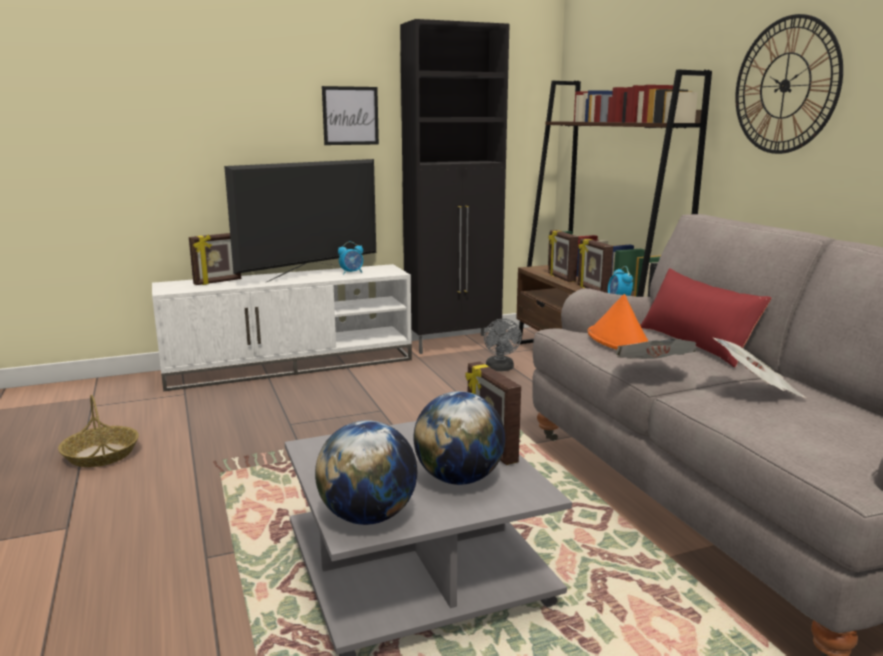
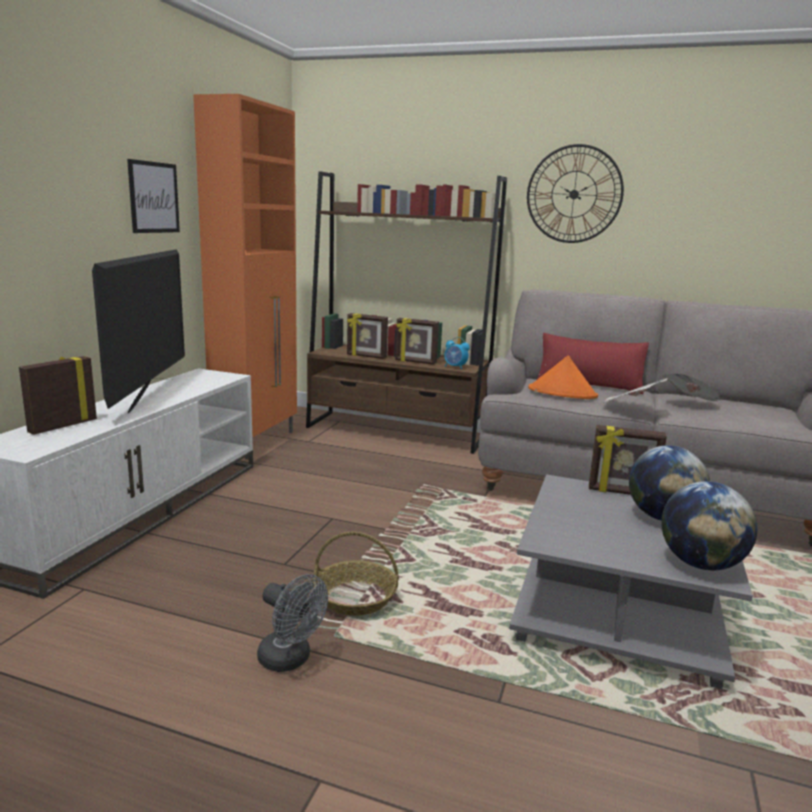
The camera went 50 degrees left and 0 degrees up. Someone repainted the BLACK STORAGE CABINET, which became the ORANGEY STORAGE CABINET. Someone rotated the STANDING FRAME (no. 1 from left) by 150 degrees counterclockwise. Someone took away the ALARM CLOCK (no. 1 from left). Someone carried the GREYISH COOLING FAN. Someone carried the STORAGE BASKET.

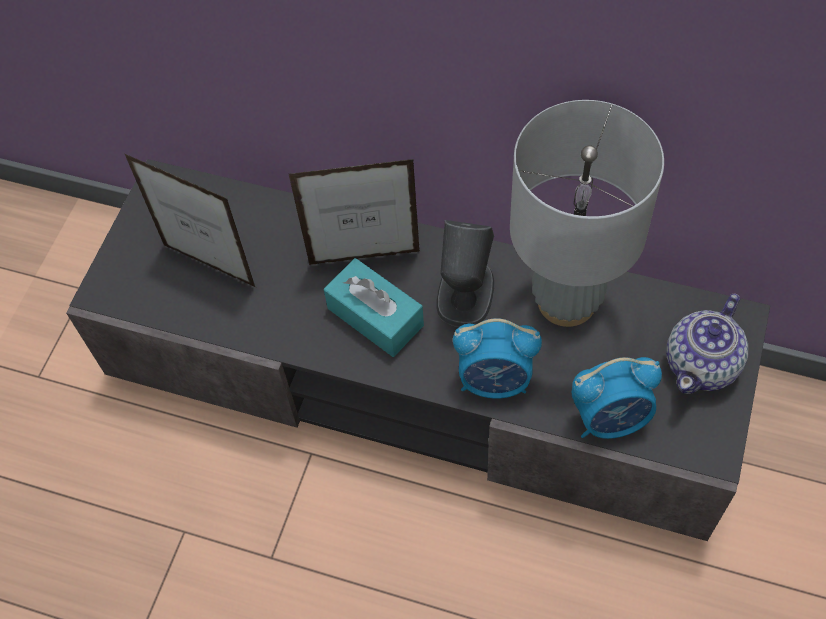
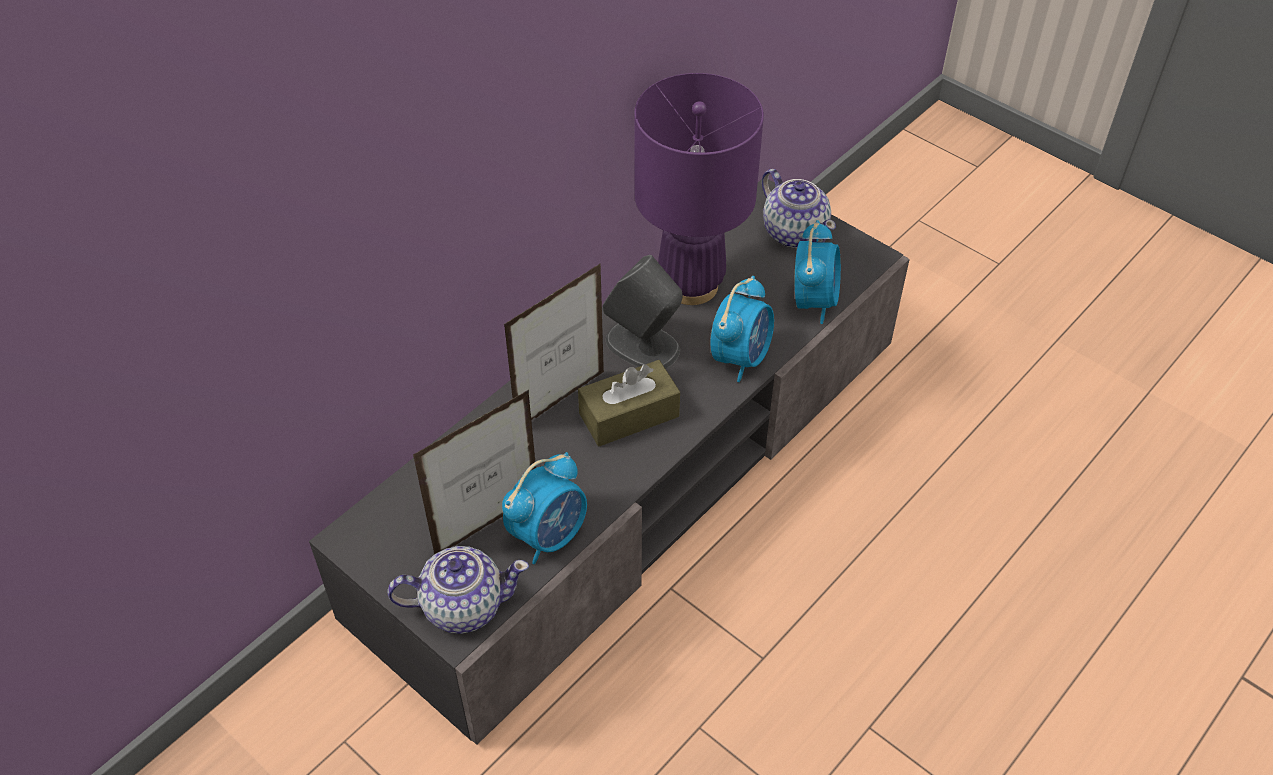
The camera went 70 degrees left and 10 degrees down. Someone repainted the GREYISH TABLE LAMP, which became the PURPLE-COLOURED TABLE LAMP. Someone rotated the STANDING FRAME (no. 2 from left) by 150 degrees counterclockwise. Someone repainted the BLUE-GREEN BOX OF TISSUES, which became the BROWN BOX OF TISSUES. Someone put down the ALARM CLOCK (no. 1 from left). Someone put down the TEA POT (no. 1 from left).

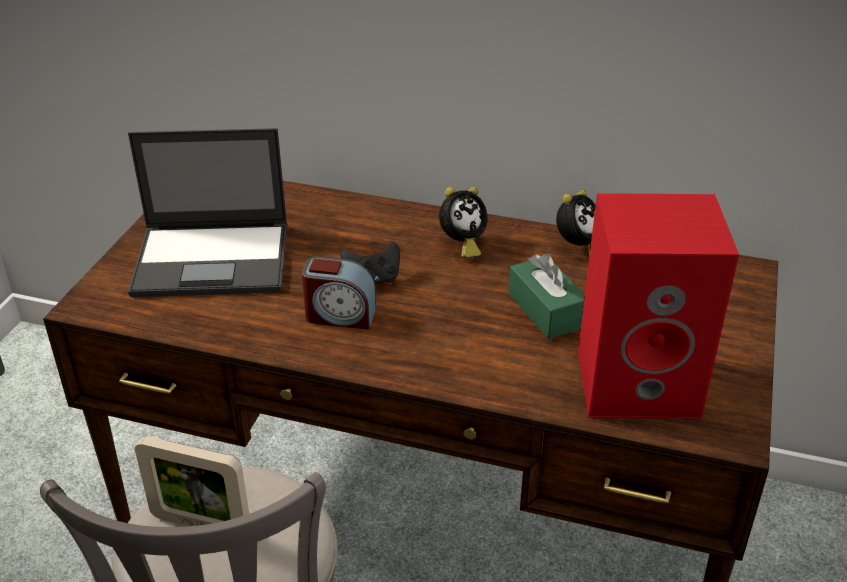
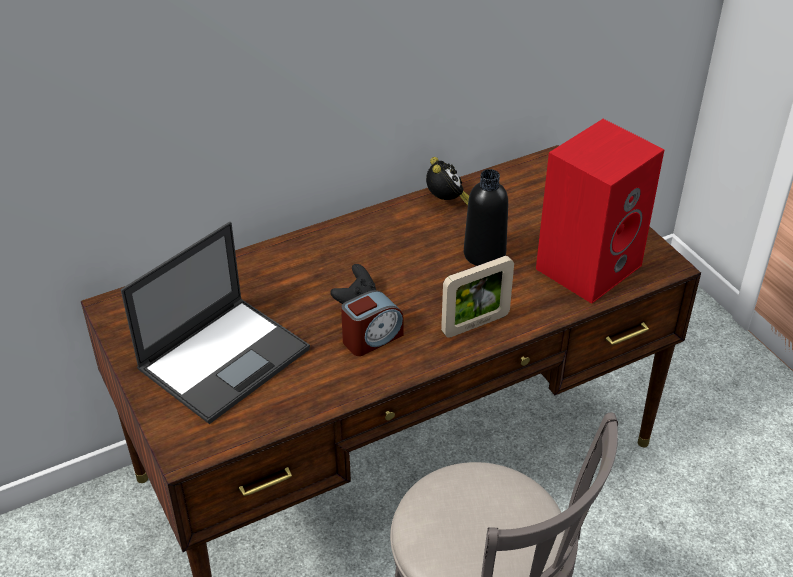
The camera went 45 degrees left and 5 degrees up. Someone took away the ALARM CLOCK (no. 2 from left). Someone swapped the GREEN BOX OF TISSUES for the BLACK DRINK BOTTLE. Someone carried the STANDING FRAME.

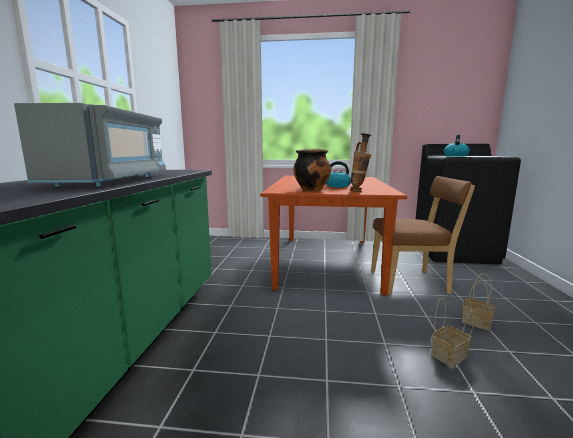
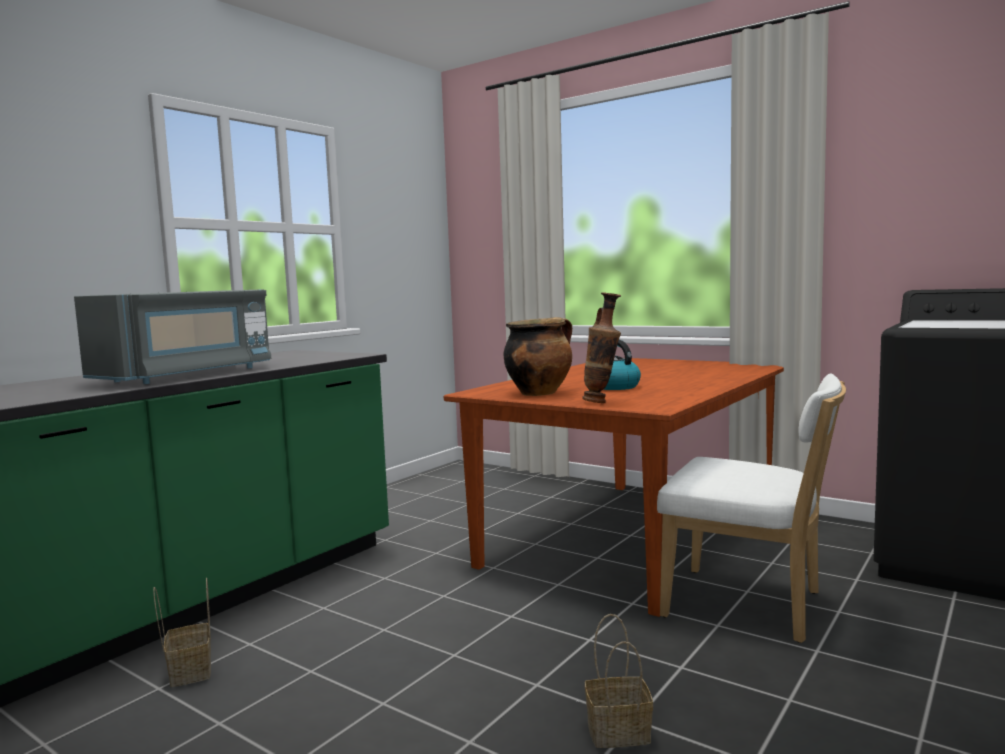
The camera went 30 degrees right and 5 degrees down. Someone took away the WATER KETTLE (no. 2 from left). Someone repainted the BROWN UPRIGHT CHAIR, which became the WHITISH UPRIGHT CHAIR. Someone carried the STORAGE BASKET (no. 2 from left in the first image).

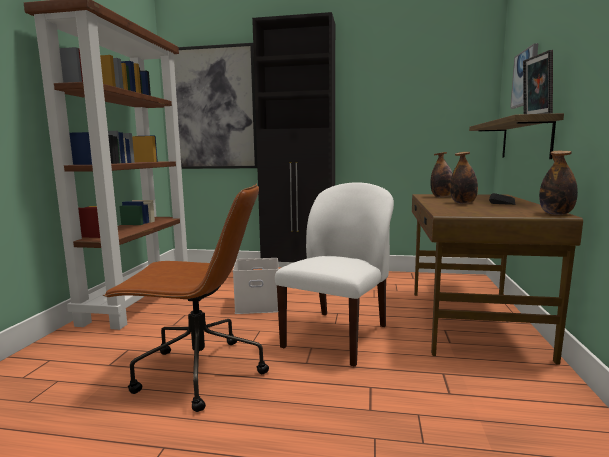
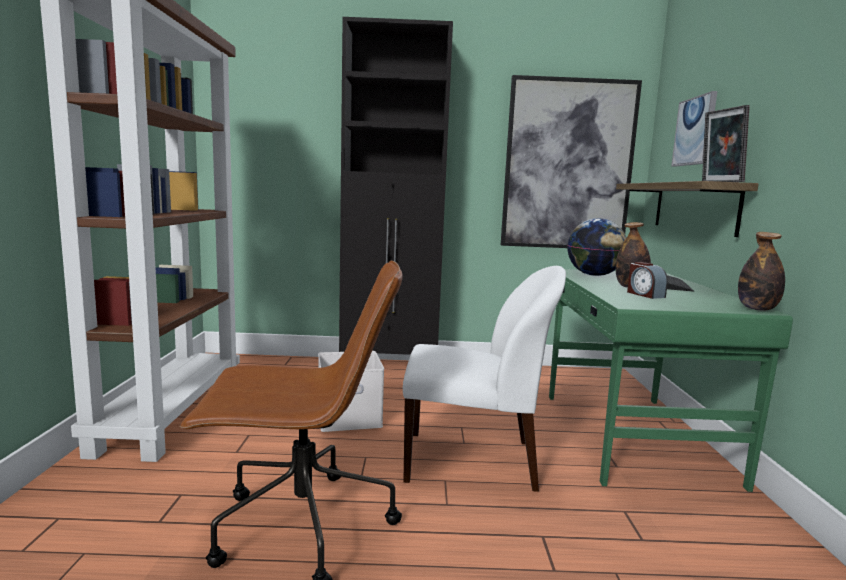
The camera went 10 degrees left and 0 degrees up. Someone carried the WALL PICTURE (no. 1 from left). Someone swapped the DRINK BOTTLE (no. 1 from left) for the DESK GLOBE. Someone rotated the WHITISH UPRIGHT CHAIR by 75 degrees clockwise. Someone repainted the BROWN DESK TABLE, which became the GREEN DESK TABLE. Someone put down the ALARM CLOCK.

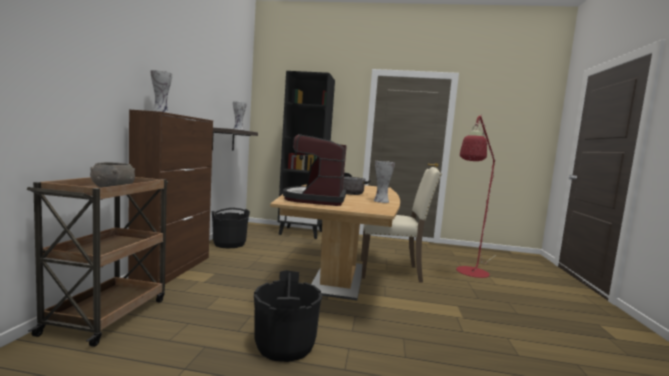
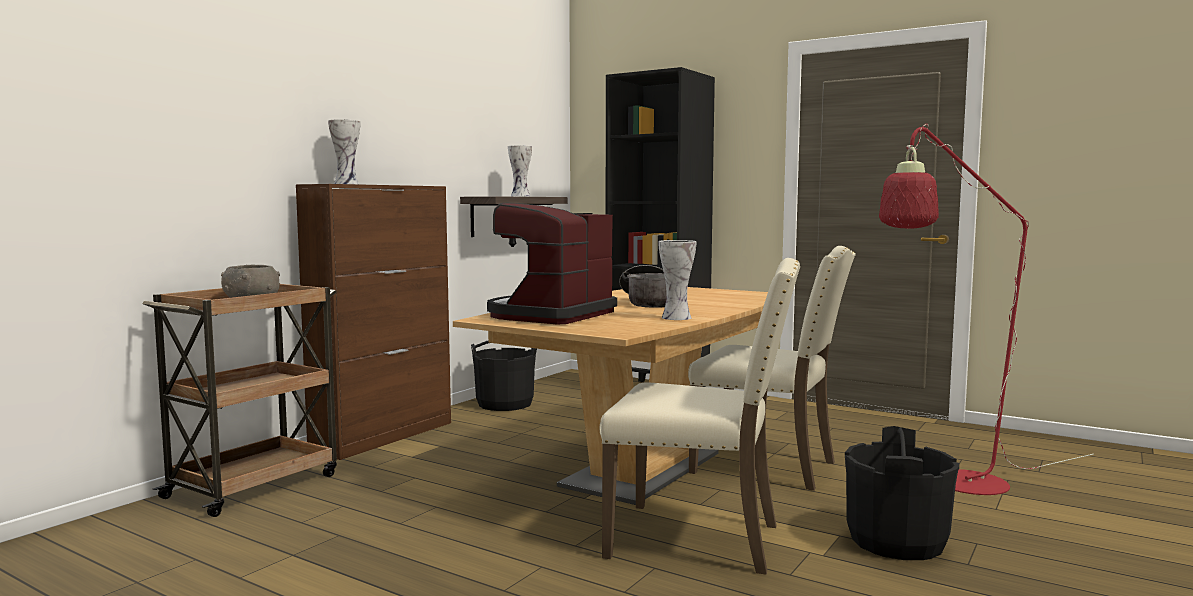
The camera went 25 degrees right and 0 degrees up. Someone carried the BLACK WATER BUCKET (no. 2 from left). Someone put down the SAND-COLOURED UPRIGHT CHAIR (no. 1 from left).

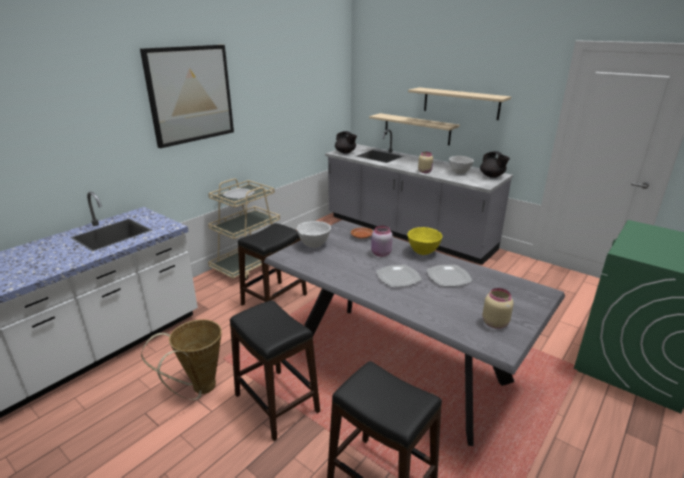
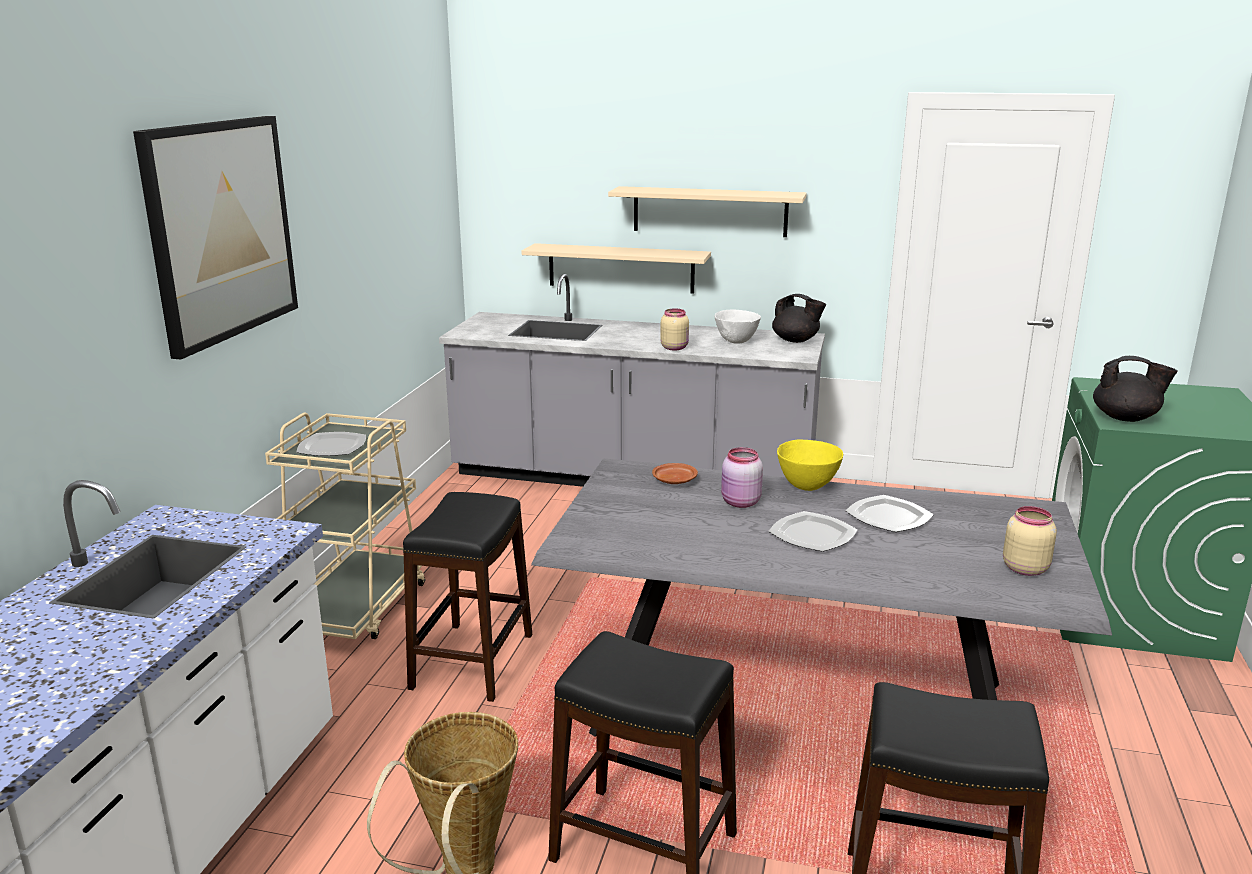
The camera went 25 degrees left and 5 degrees down. Someone carried the BLACK TEA POT (no. 1 from left in the first image). Someone took away the WHITISH BOWL (no. 1 from left).

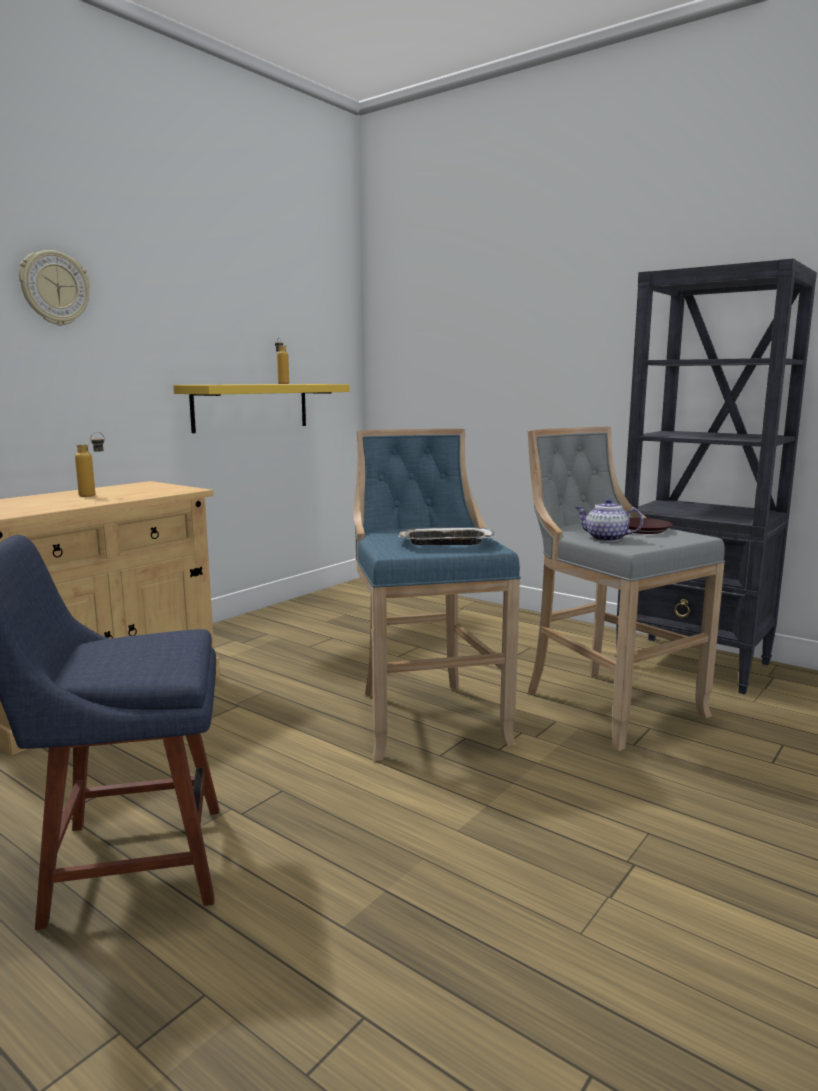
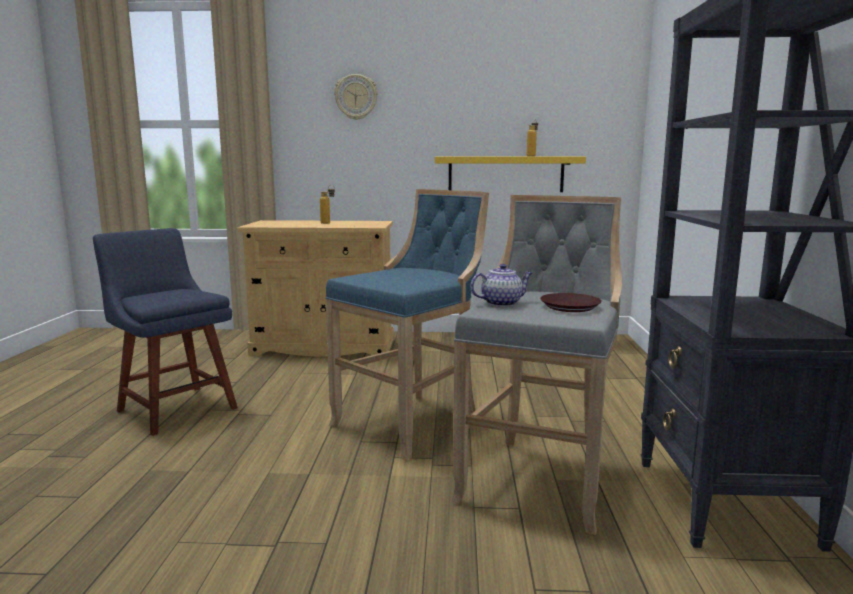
The camera went 55 degrees right and 0 degrees up. Someone rotated the TEA POT by 75 degrees clockwise. Someone took away the TRAY.

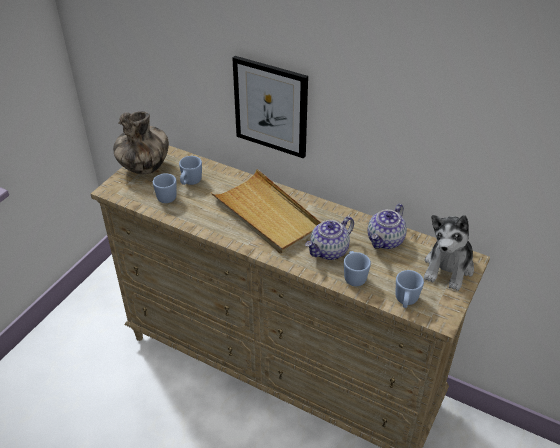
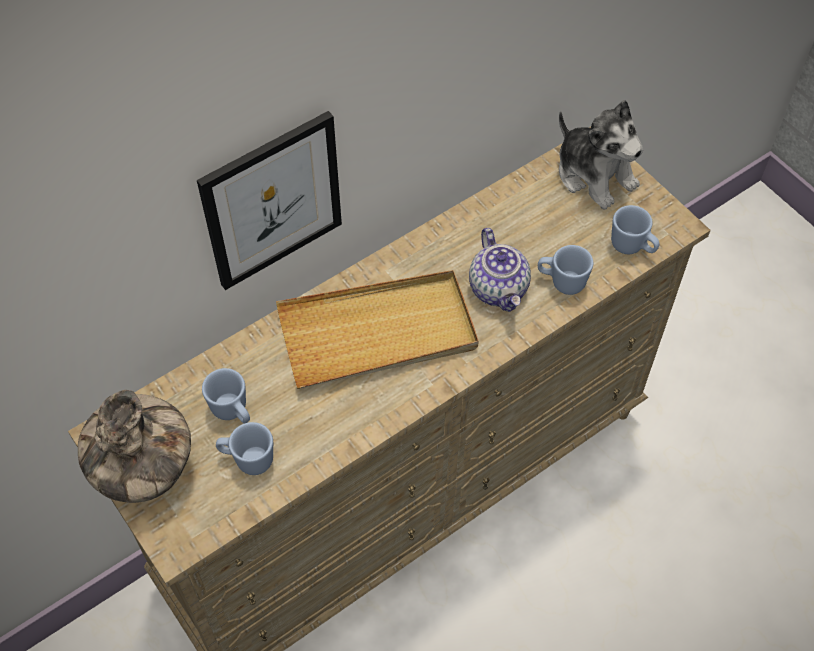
The camera went 65 degrees left and 15 degrees up. Someone took away the TEA POT (no. 2 from left).

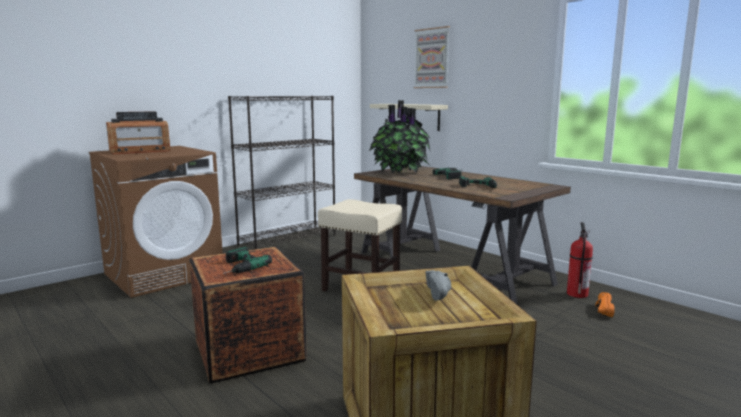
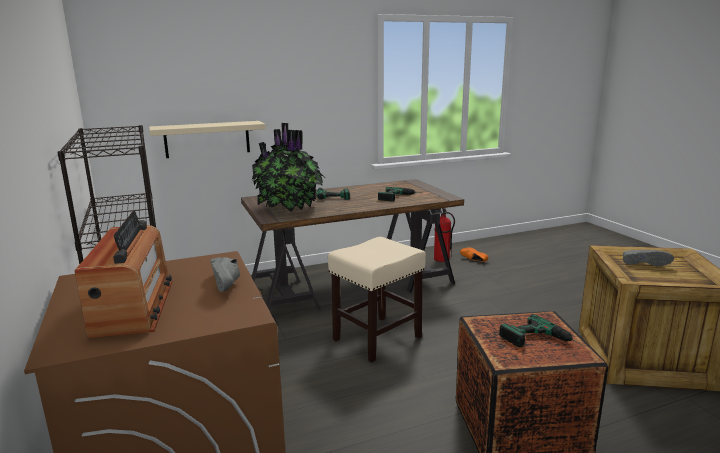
The camera went 70 degrees left and 5 degrees up. Someone took away the WALL PICTURE. Someone put down the GREYISH LOW SHOE (no. 1 from left).

